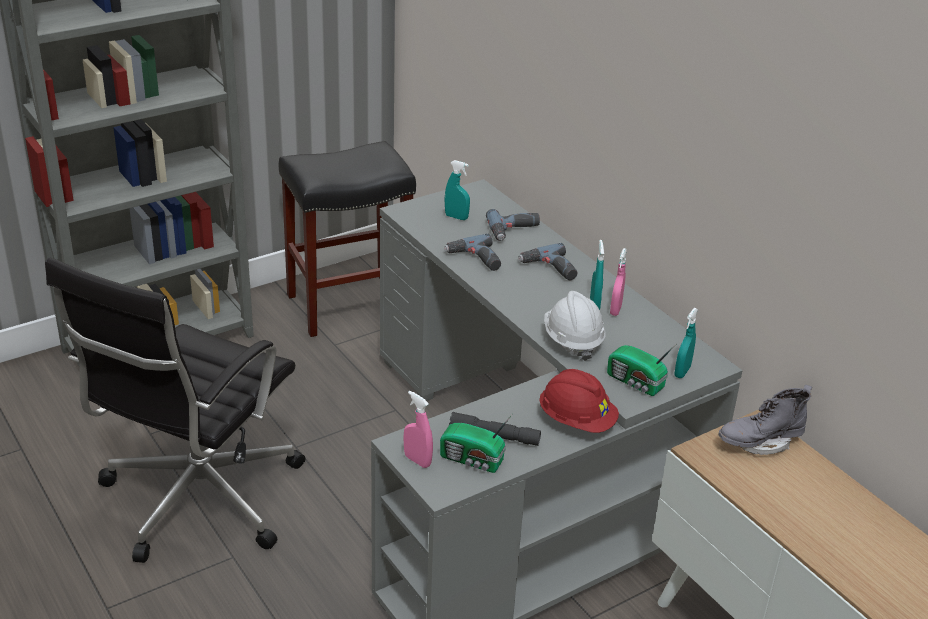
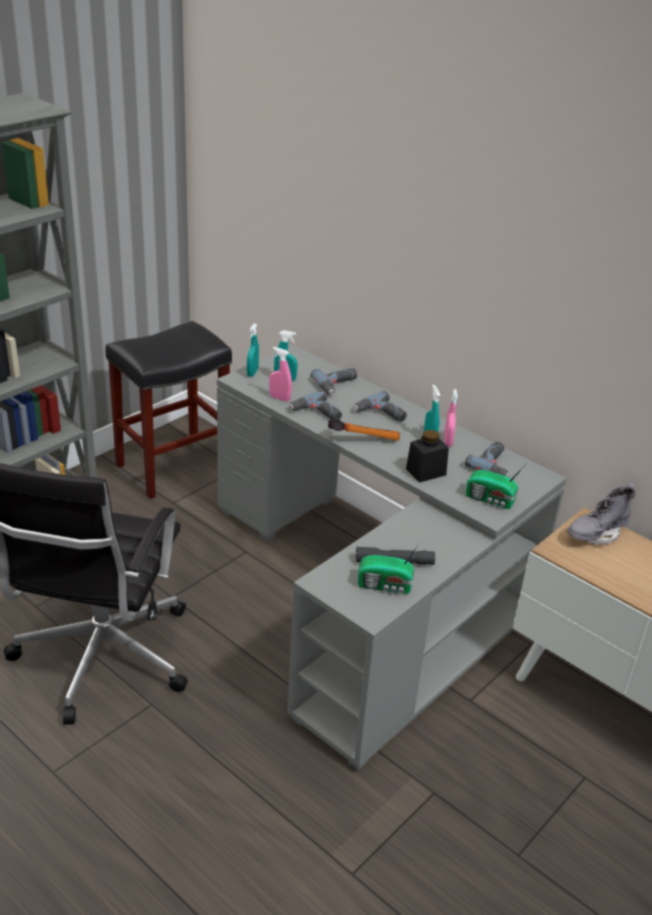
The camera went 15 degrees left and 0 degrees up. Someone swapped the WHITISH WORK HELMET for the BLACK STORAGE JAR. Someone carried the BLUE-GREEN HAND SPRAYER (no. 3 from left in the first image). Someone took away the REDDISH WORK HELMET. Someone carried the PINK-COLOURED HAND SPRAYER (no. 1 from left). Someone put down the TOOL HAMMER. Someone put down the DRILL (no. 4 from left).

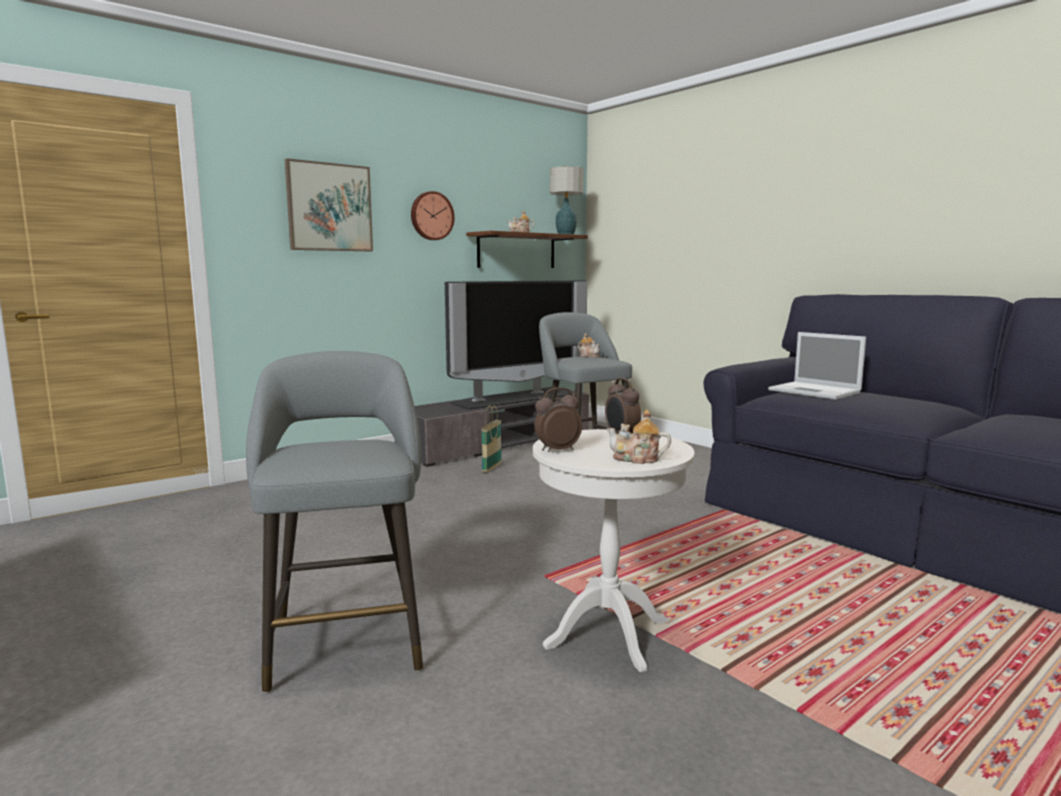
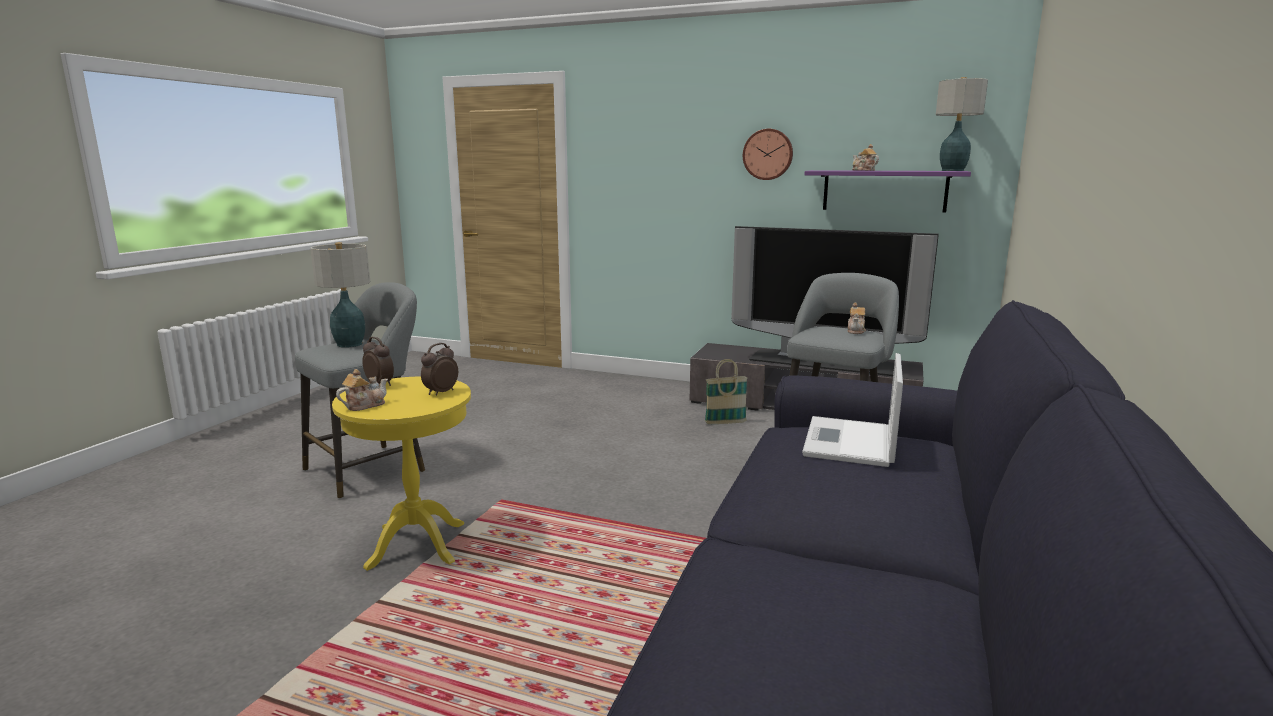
The camera went 60 degrees right and 5 degrees up. Someone took away the WALL PICTURE. Someone repainted the BROWN WALL SHELF, which became the PURPLE-COLOURED WALL SHELF. Someone rotated the TEA POT (no. 3 from left in the first image) by 60 degrees clockwise. Someone repainted the WHITISH ACCENT TABLE, which became the YELLOWISH ACCENT TABLE. Someone put down the TABLE LAMP (no. 1 from left).

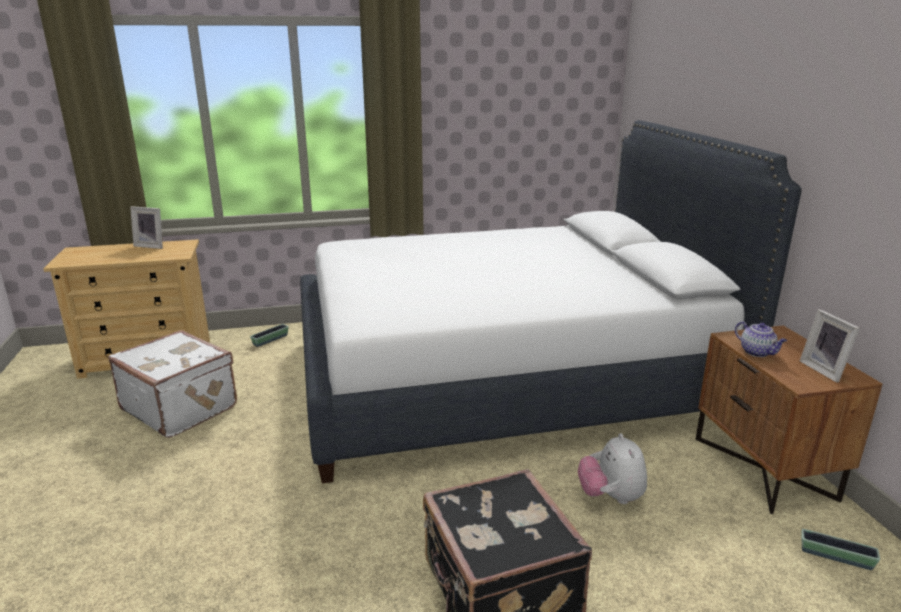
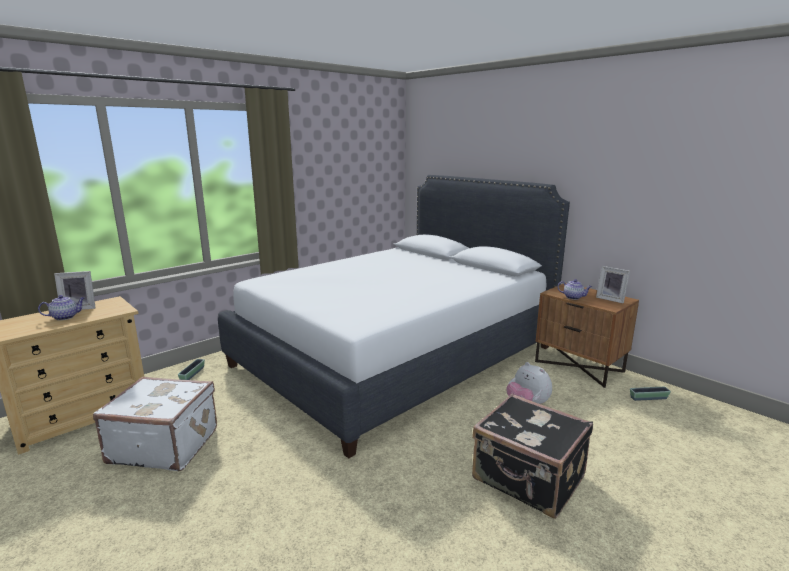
The camera went 30 degrees left and 5 degrees down. Someone put down the TEA POT (no. 1 from left).

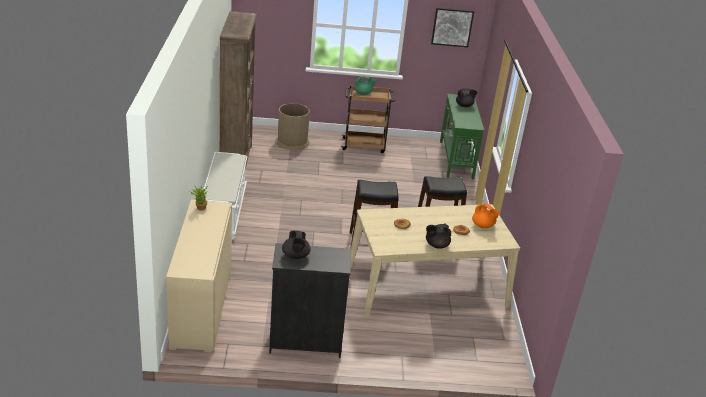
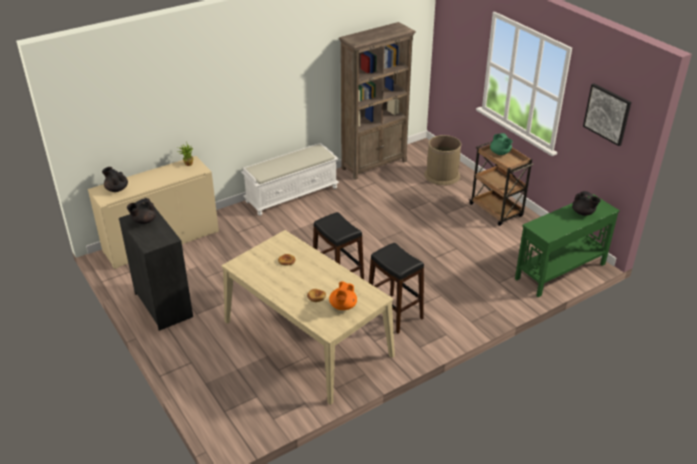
The camera went 60 degrees right and 5 degrees up. Someone carried the BLACK TEA POT (no. 2 from left in the first image).

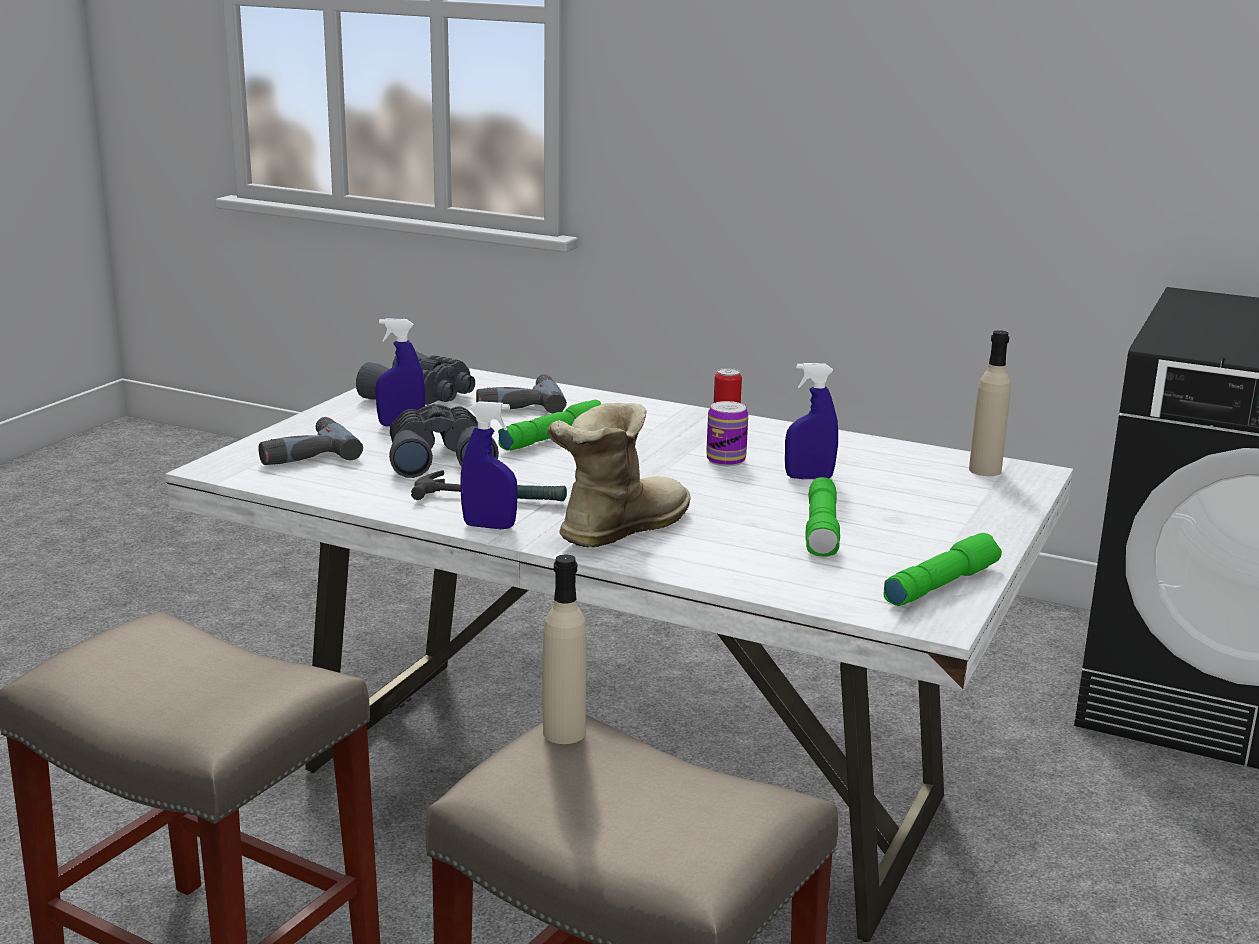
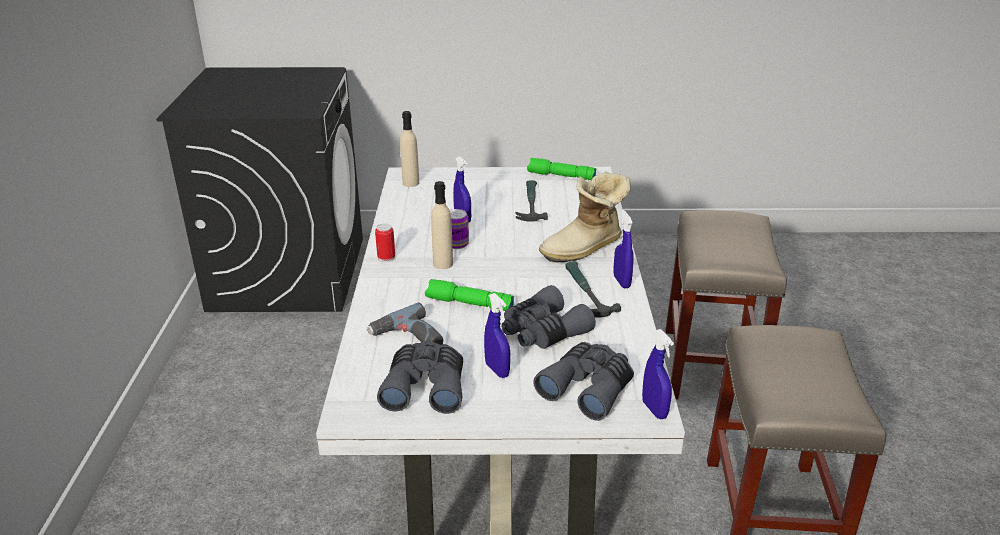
The camera went 115 degrees left and 10 degrees up. Someone rotated the HIGH-TOP BOOT by 45 degrees counterclockwise. Someone swapped the DRILL (no. 1 from left) for the GREYISH BINOCULARS (no. 3 from left). Someone swapped the GREEN HAND TORCH (no. 2 from left) for the TOOL HAMMER (no. 1 from left). Someone carried the SAND-COLOURED DRINK BOTTLE (no. 1 from left in the first image). Someone put down the BLUE-COLOURED HAND SPRAYER (no. 4 from left).

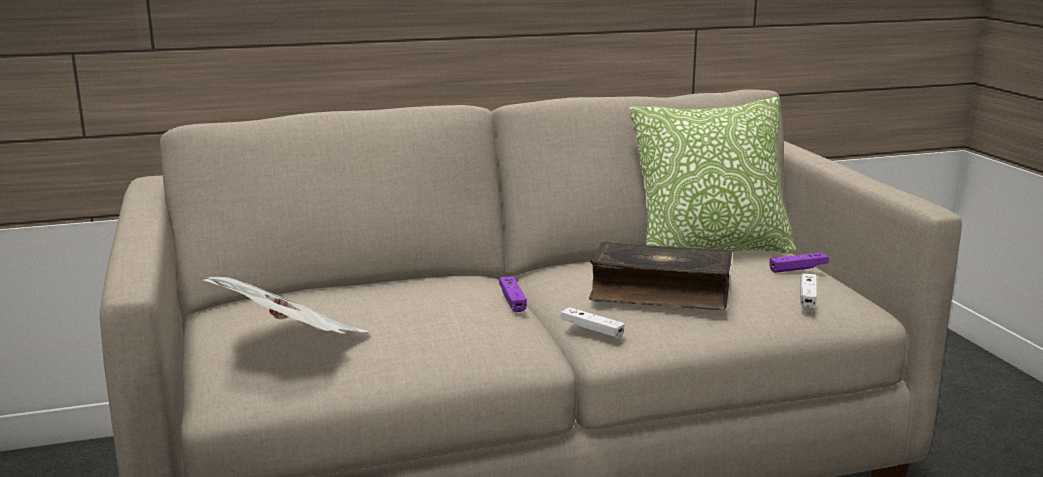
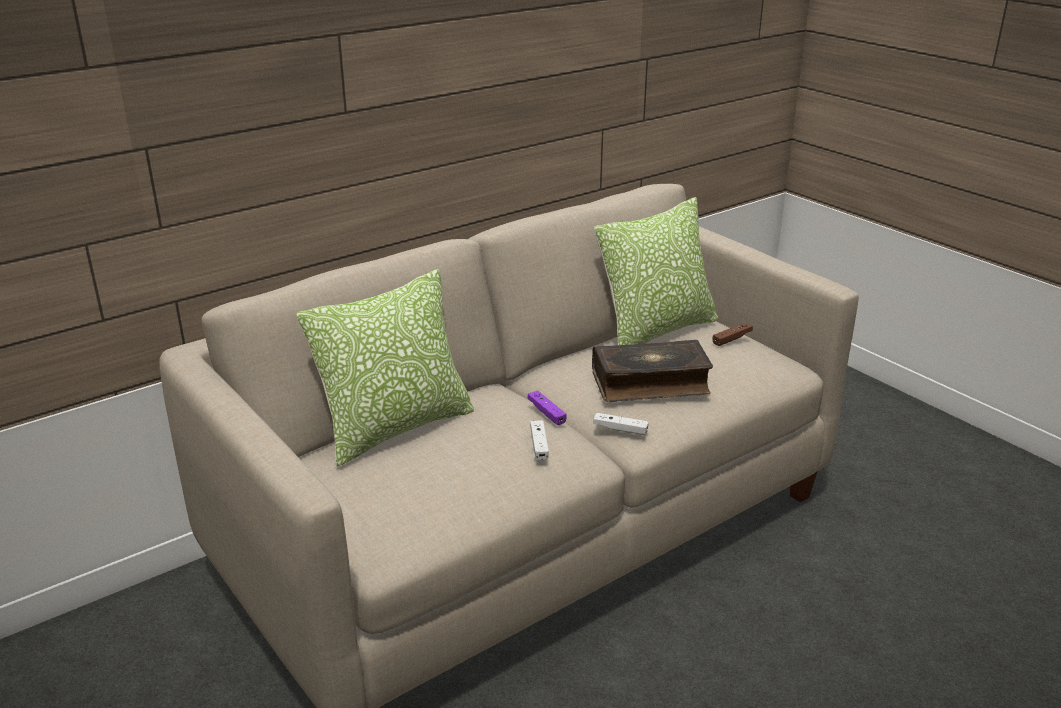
The camera went 20 degrees left and 10 degrees up. Someone repainted the PURPLE-COLOURED GAME CONTROLLER (no. 2 from left), which became the BROWN GAME CONTROLLER. Someone carried the WHITISH GAME CONTROLLER (no. 2 from left in the first image). Someone took away the DAILY PAPER. Someone put down the CUSHION (no. 1 from left).

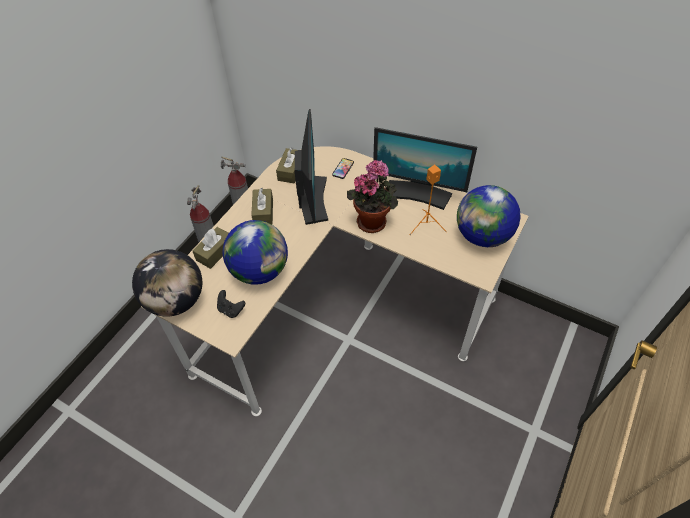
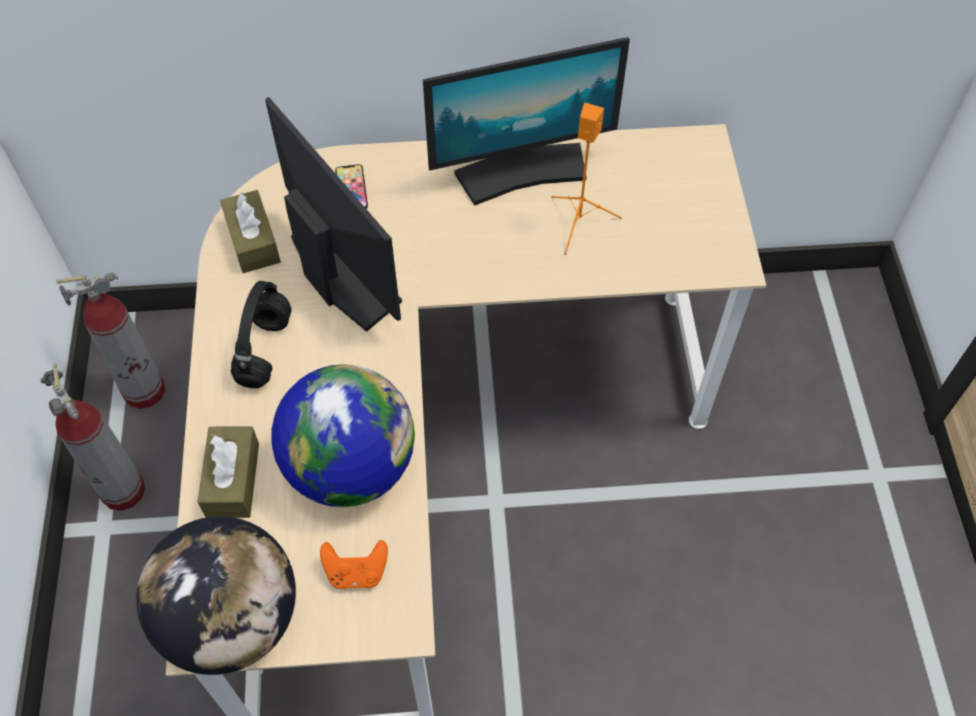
The camera went 35 degrees left and 5 degrees up. Someone took away the PLANT IN A POT. Someone took away the DESK GLOBE (no. 3 from left). Someone swapped the BROWN BOX OF TISSUES (no. 2 from left) for the BLACK HEADPHONES. Someone repainted the BLACK GAME CONTROLLER, which became the ORANGEY GAME CONTROLLER.

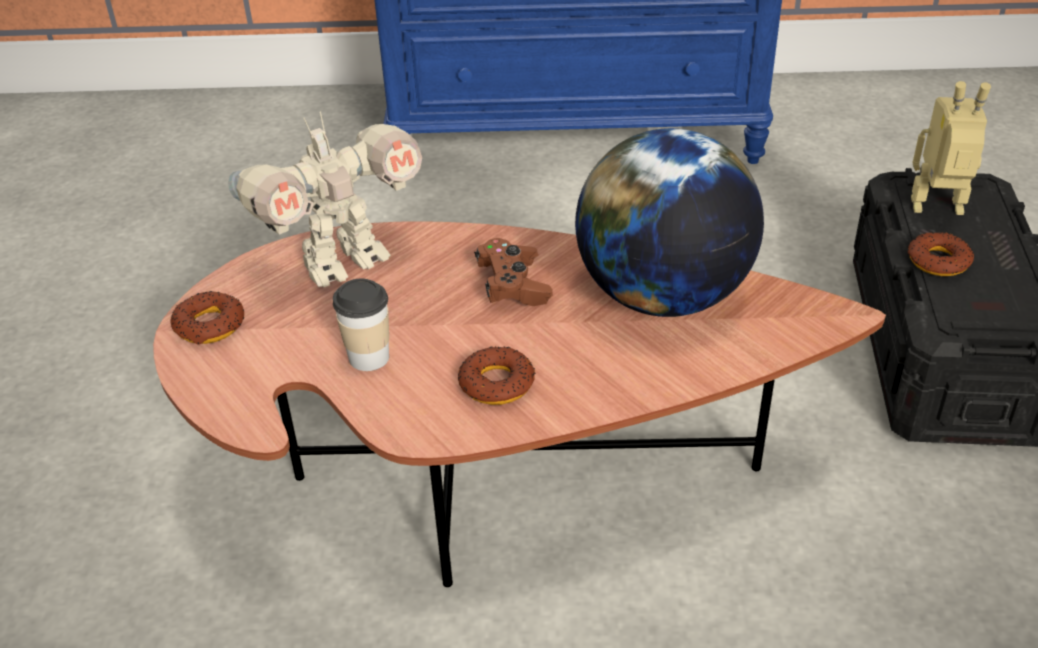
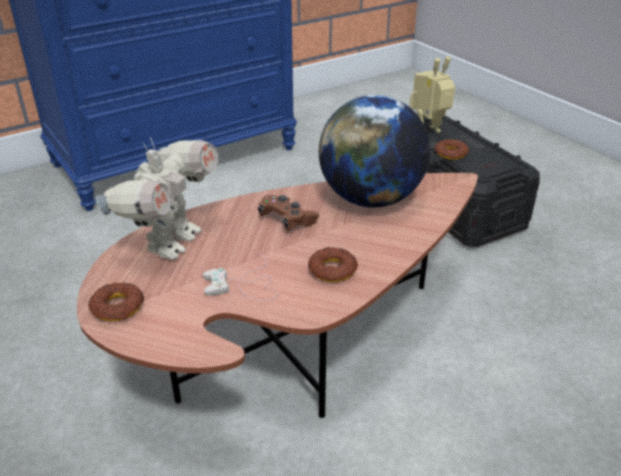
The camera went 35 degrees left and 5 degrees down. Someone swapped the DRINKING CUP for the WHITISH GAME CONTROLLER.

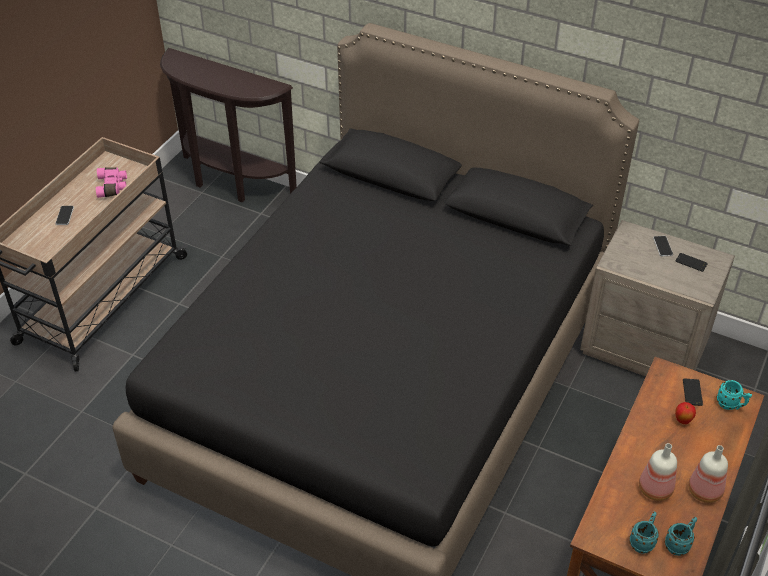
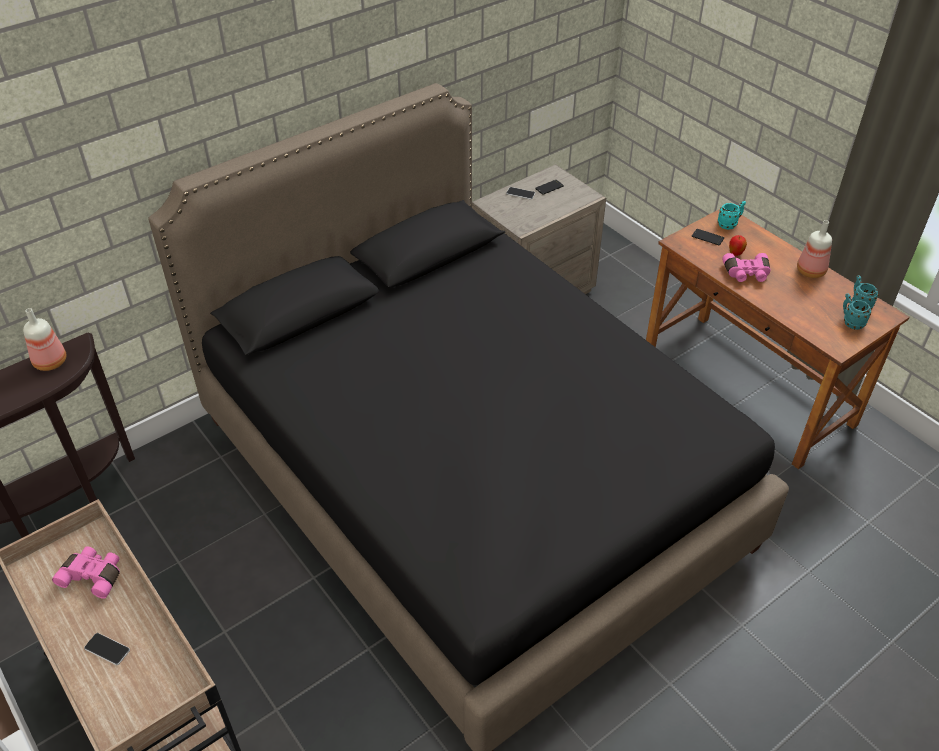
The camera went 65 degrees left and 0 degrees up. Someone carried the DRINK BOTTLE (no. 1 from left). Someone put down the PINK-COLOURED BINOCULARS (no. 2 from left).

